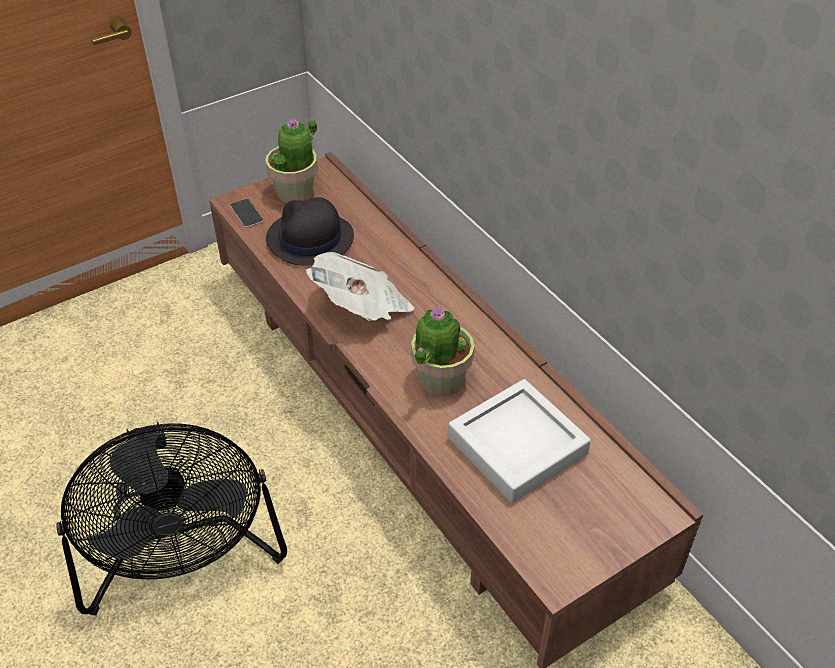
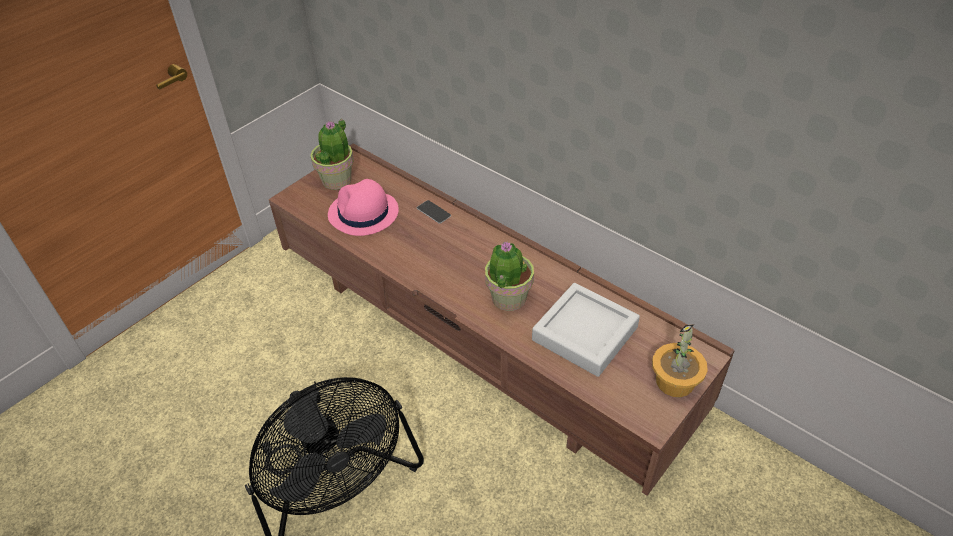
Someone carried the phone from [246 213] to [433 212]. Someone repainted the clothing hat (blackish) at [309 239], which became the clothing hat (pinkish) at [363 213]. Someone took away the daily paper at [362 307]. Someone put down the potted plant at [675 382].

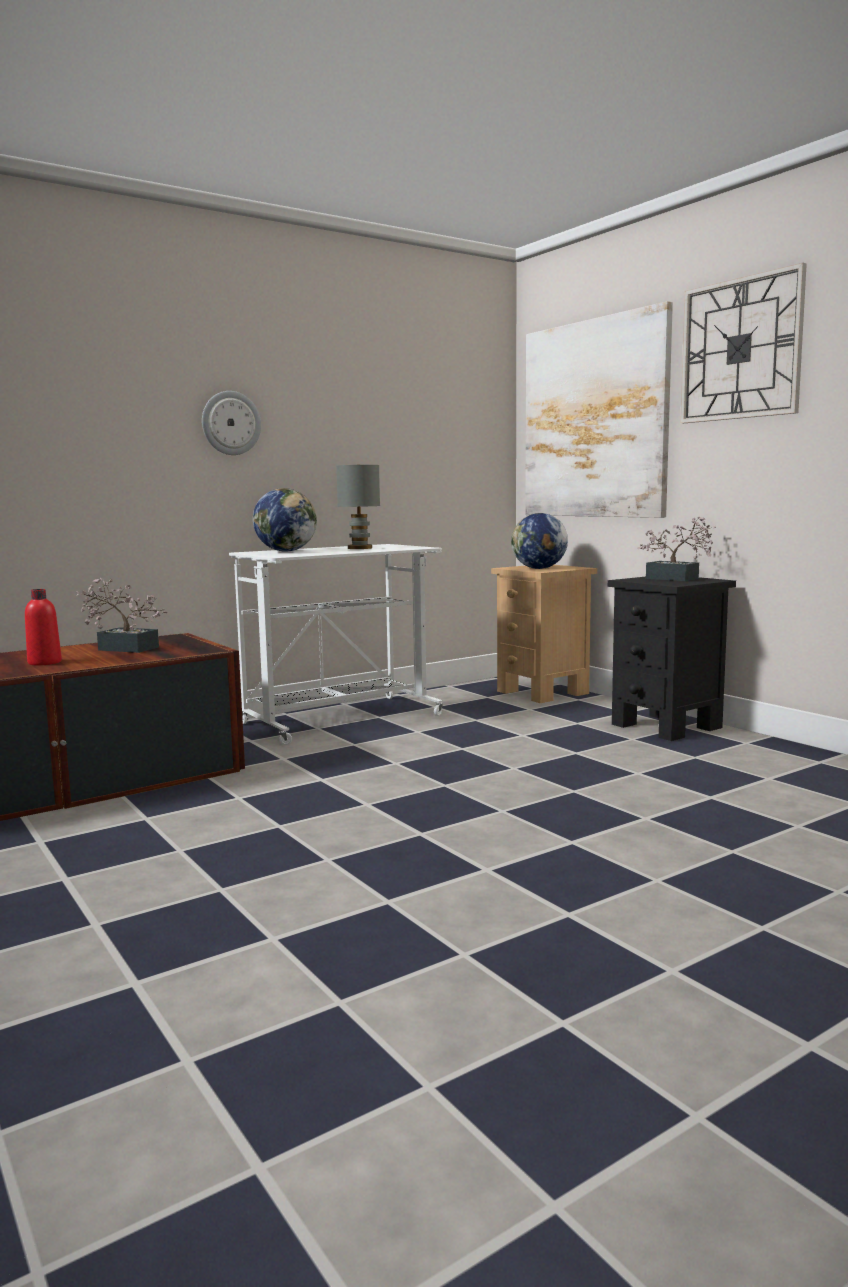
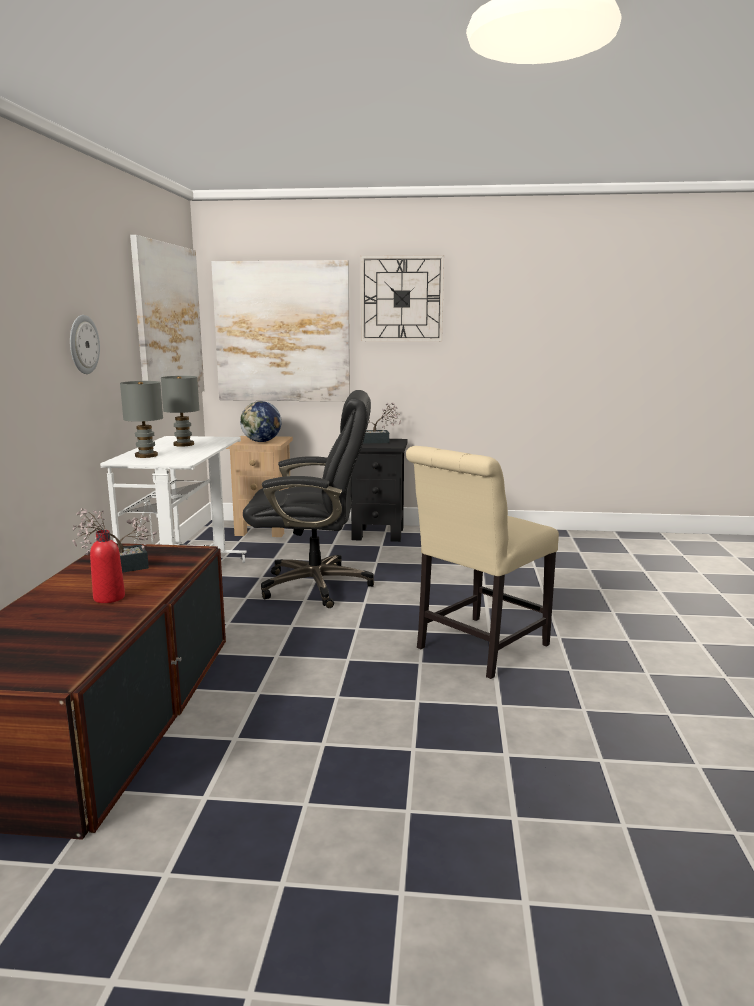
Someone swapped the desk globe at [286 551] for the lamp for a table (grey) at [146 455]. Someone put up the wall picture at [169 323]. Someone put down the computer chair (blackish) at [313 586]. Someone put down the plain chair (sand-coloured) at [476 649].

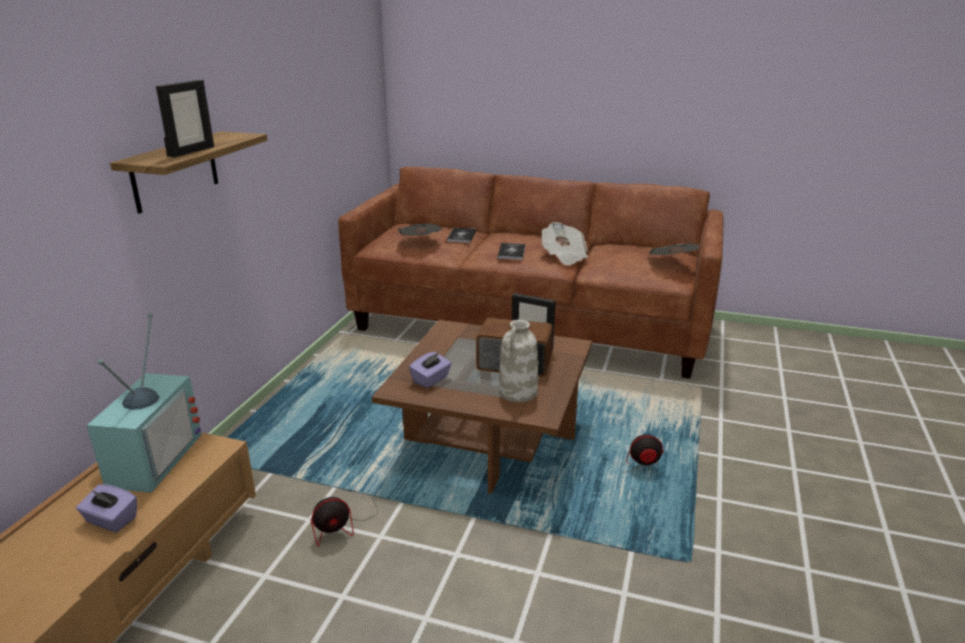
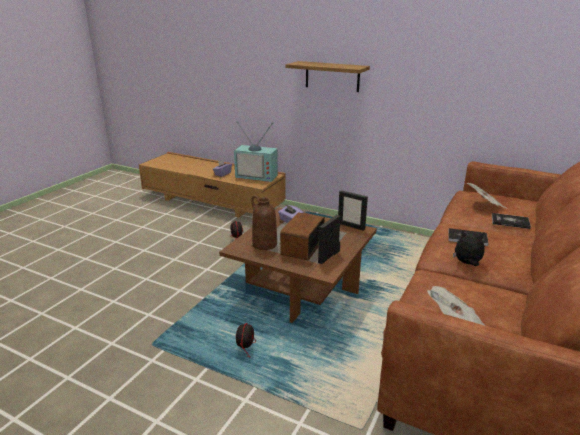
Someone carried the picture frame from [191 151] to [351 226]. Someone repainted the decorative vase (whitish) at [518 393], which became the decorative vase (brownish) at [264 244]. Someone swapped the daily paper at [564 256] for the cuddly toy at [467 263].

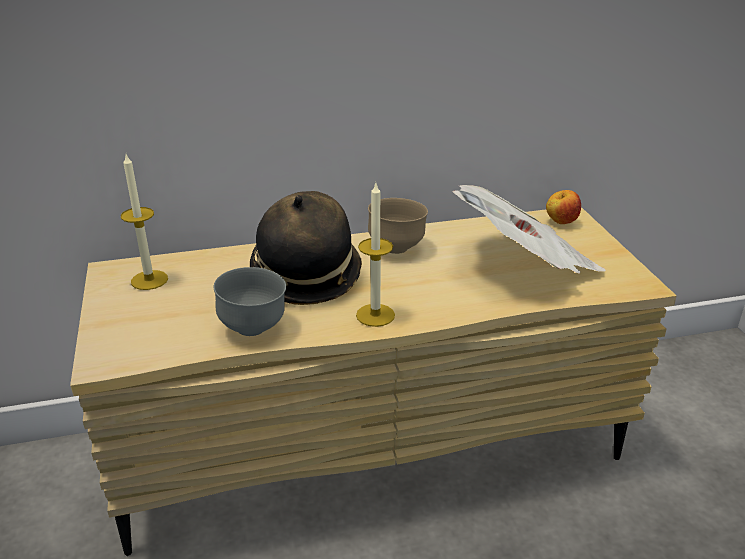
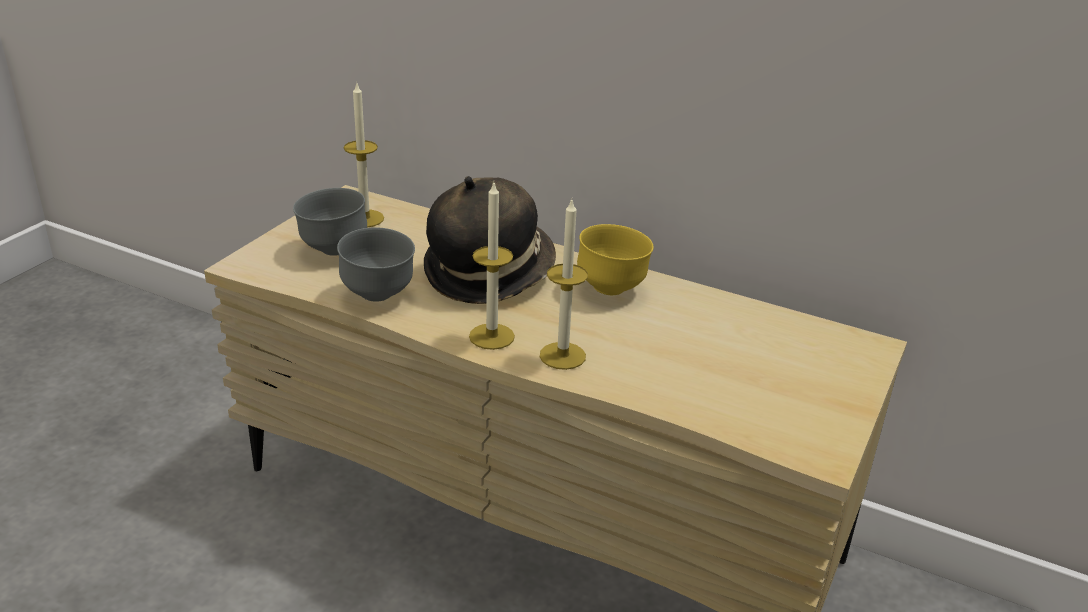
Someone repainted the deep dish (brownish) at [396 248], which became the deep dish (yellow) at [612 289]. Someone took away the daily paper at [525 266]. Someone took away the apple at [561 222]. Someone put down the deep dish (grey) at [333 250]. Someone put down the candle at [562 356].

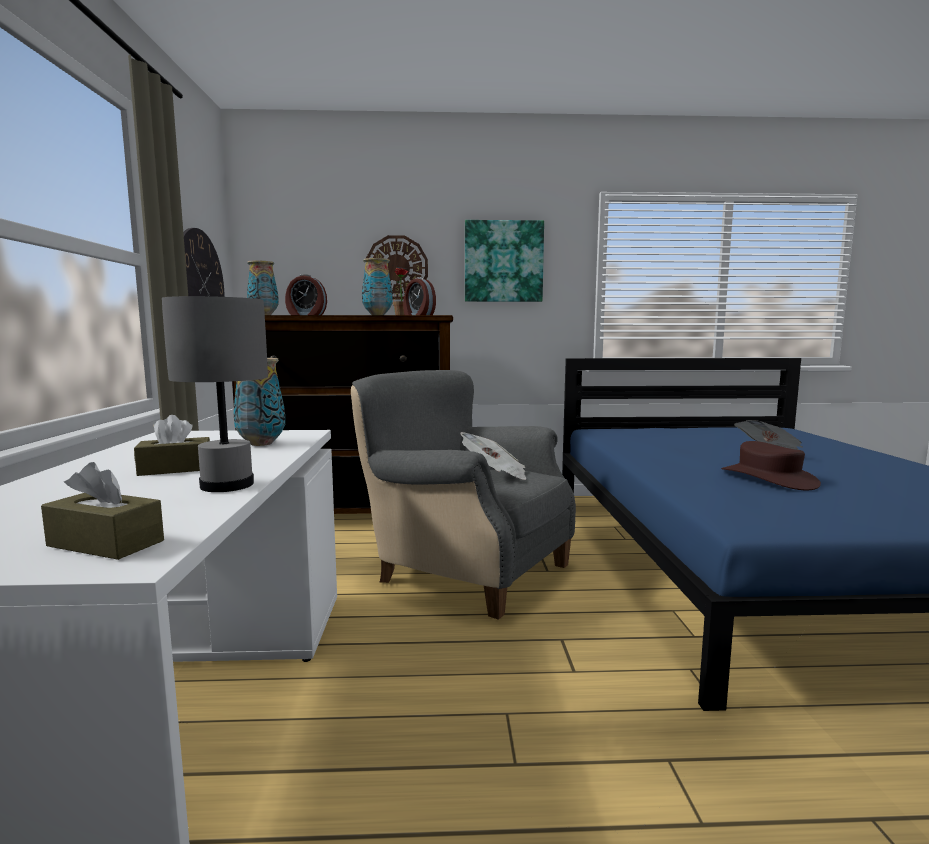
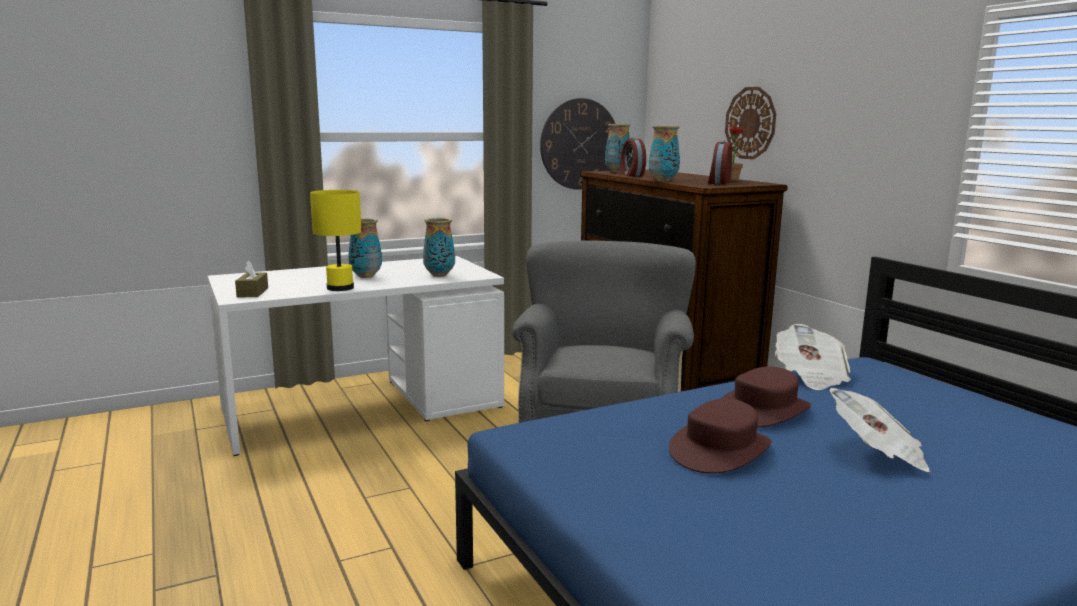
Someone swapped the box of tissues (brownish) at [175 469] for the decorative vase at [365 276]. Someone repainted the lamp for a table (grey) at [228 485], which became the lamp for a table (yellow) at [340 288]. Someone carried the daily paper from [495 474] to [810 376]. Someone took away the wall picture at [503 261]. Someone put down the clothing hat (brownish) at [764 410].

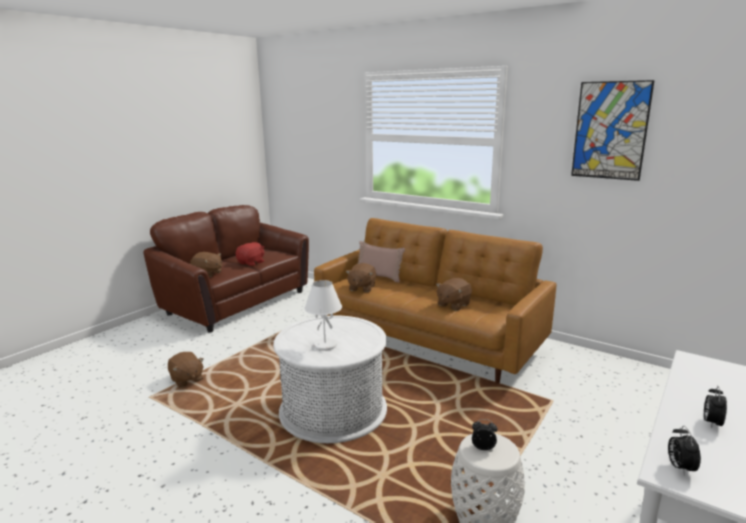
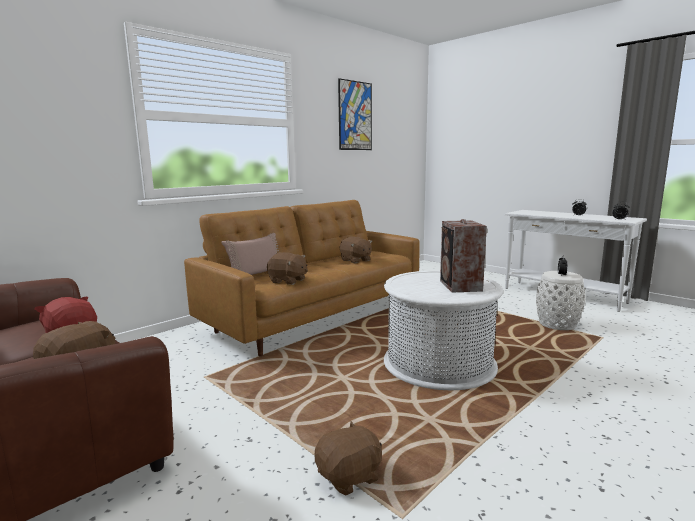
Someone swapped the lamp for a table (whitish) at [324 346] for the audio speaker at [460 286].

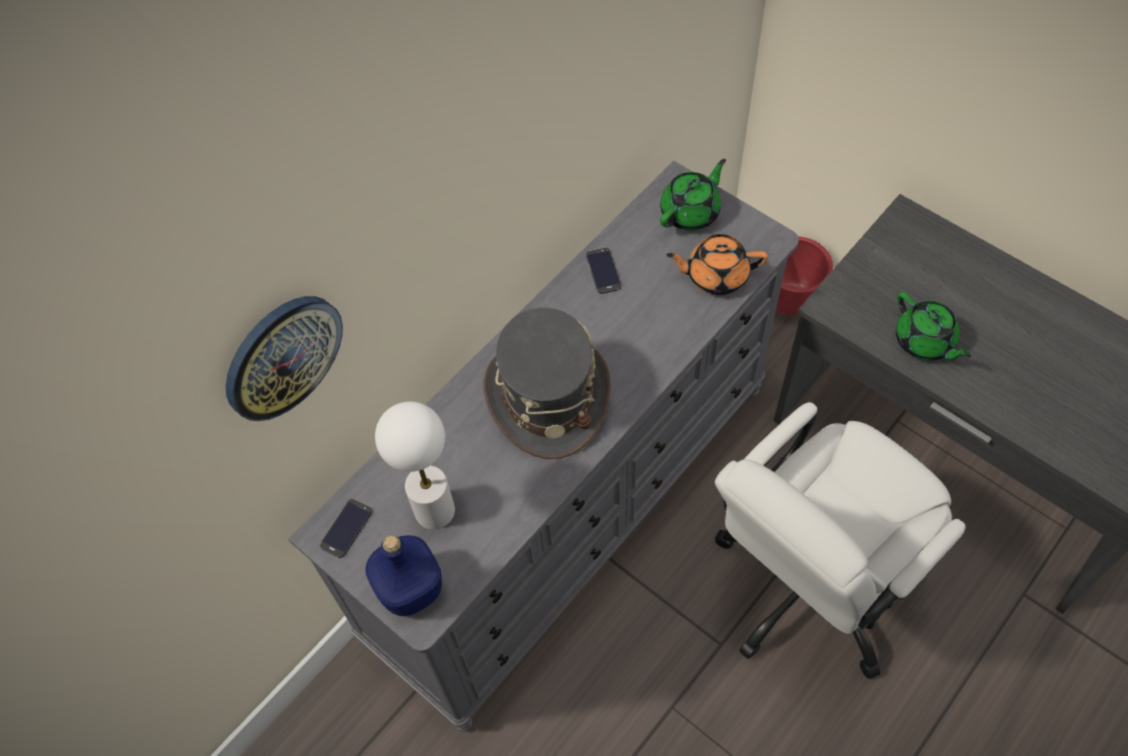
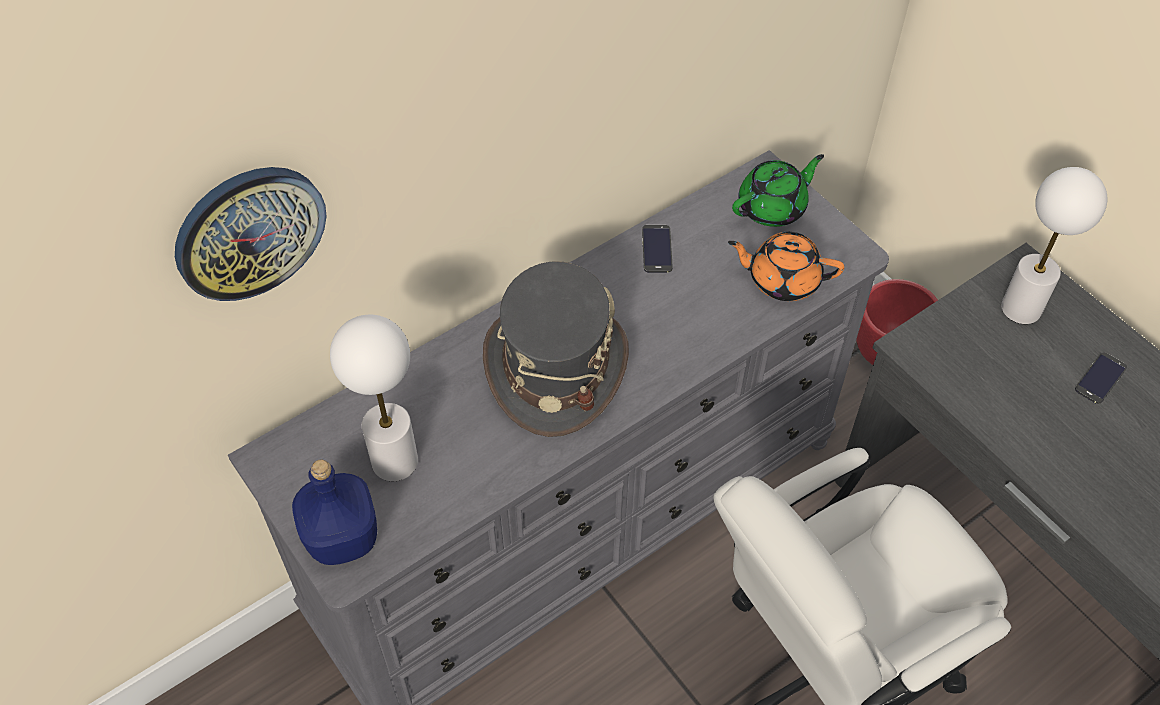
Someone carried the phone from [346 528] to [1100 378]. Someone took away the pot for tea (green) at [924 341]. Someone put down the lamp for a table (whitish) at [1022 308].

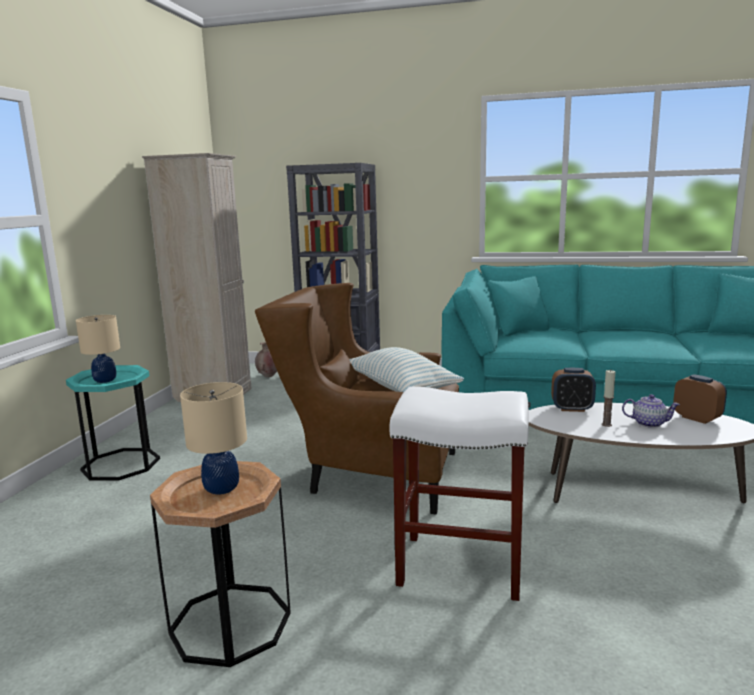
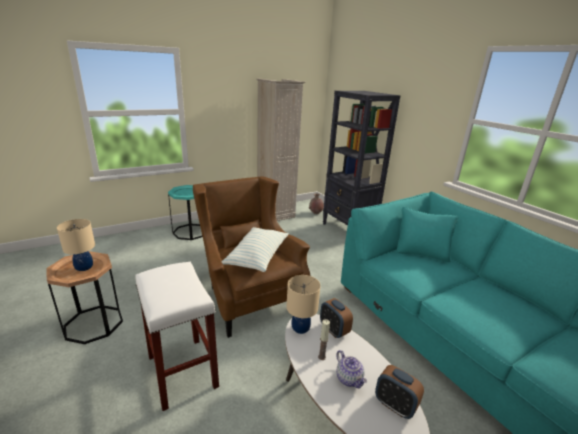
Someone carried the lamp for a table (sand-coloured) from [104 381] to [300 328]. Someone rotated the table clock at [697 418] by 120 degrees clockwise.

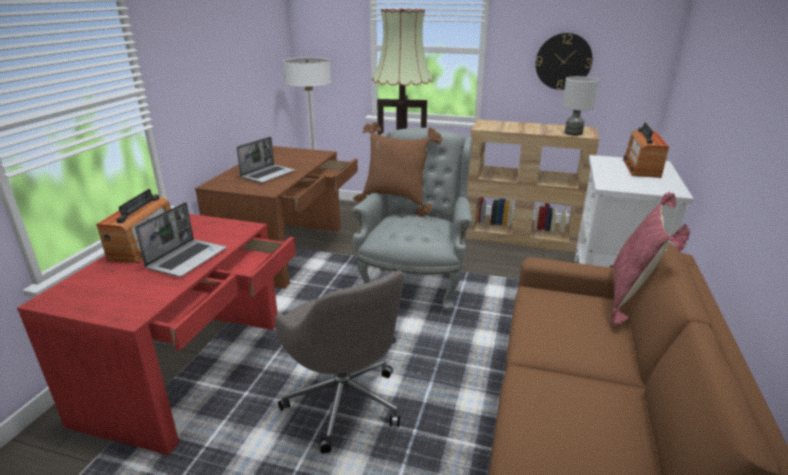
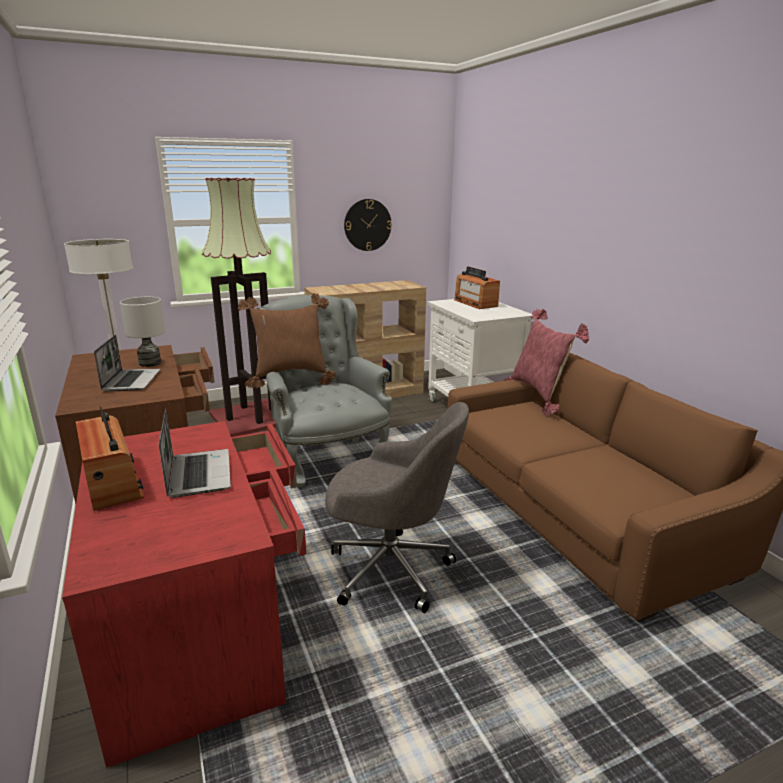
Someone carried the lamp for a table (grey) from [573 133] to [150 363].

